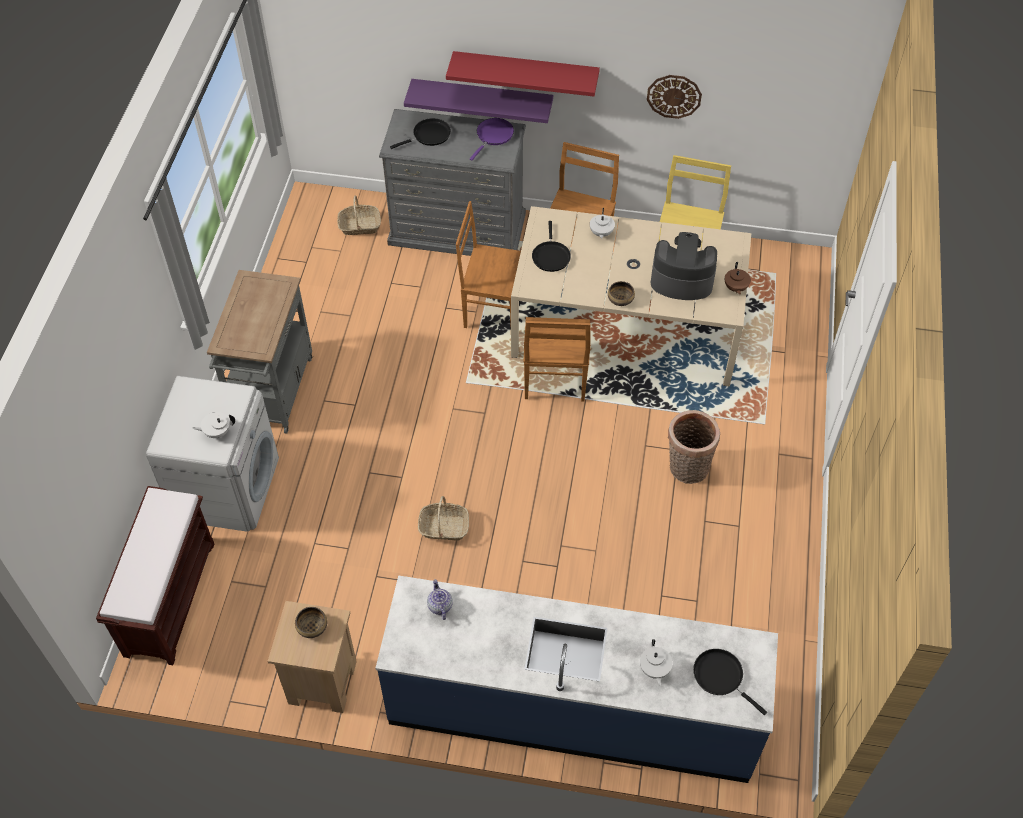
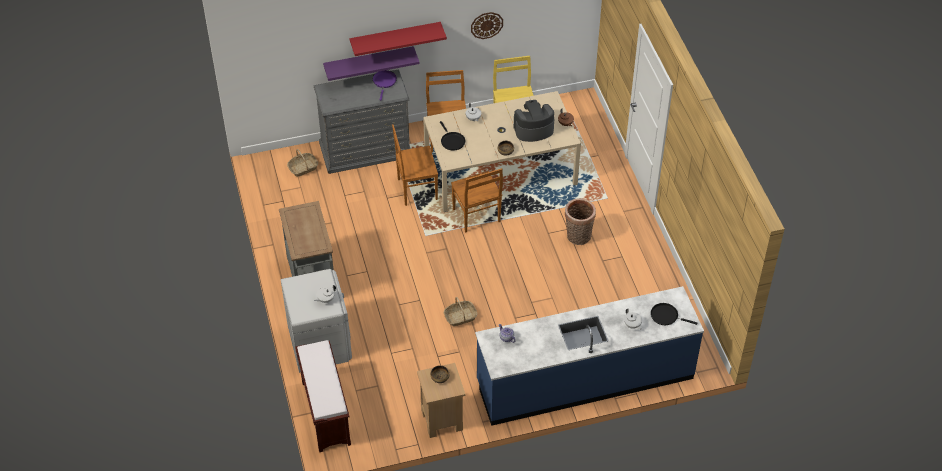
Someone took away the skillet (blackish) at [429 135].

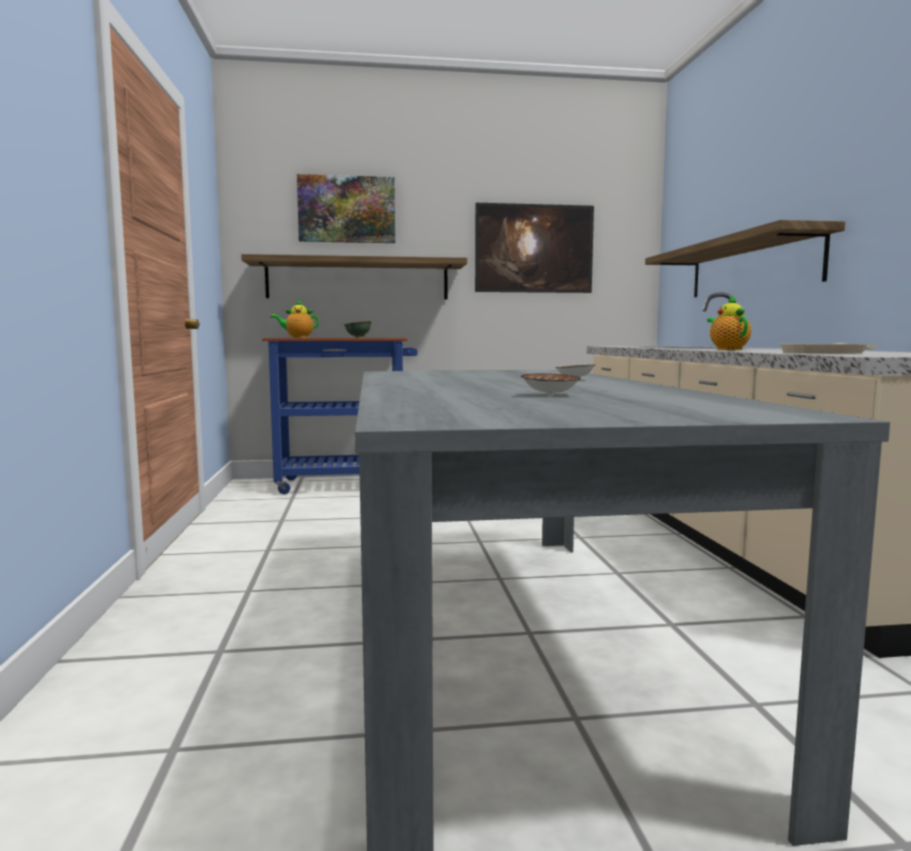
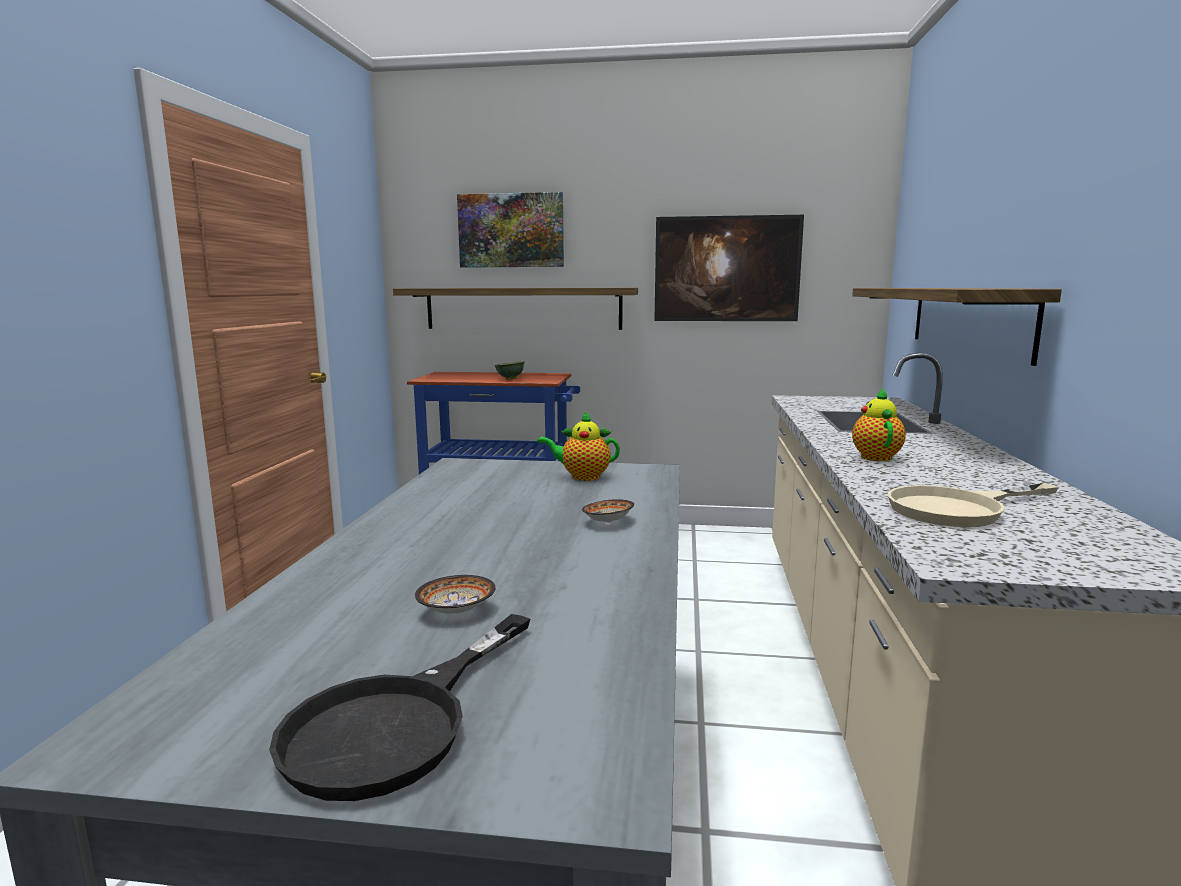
Someone carried the pot for tea from [297 337] to [582 477]. Someone put down the skillet (blackish) at [398 722].

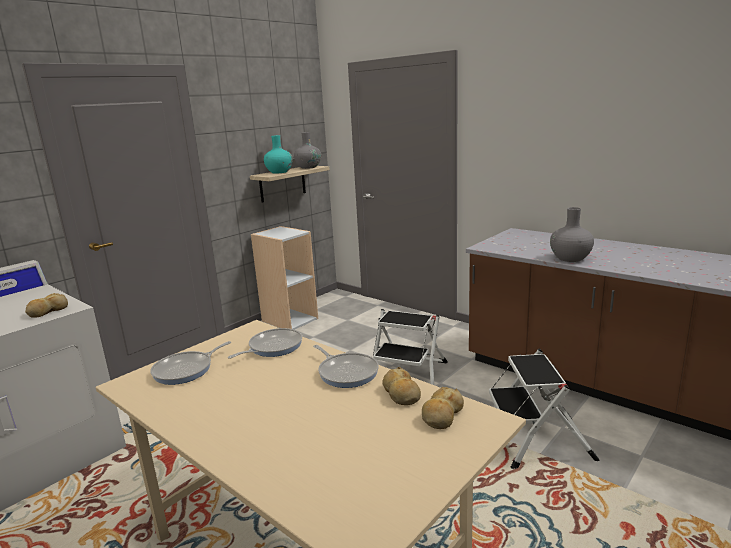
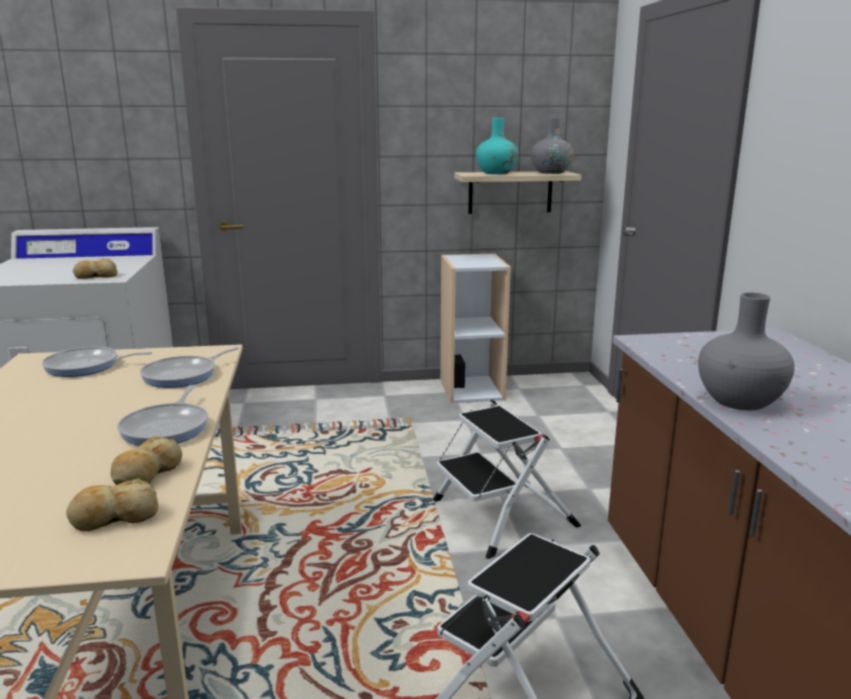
Someone rotated the skillet at [272 347] by 135 degrees clockwise.

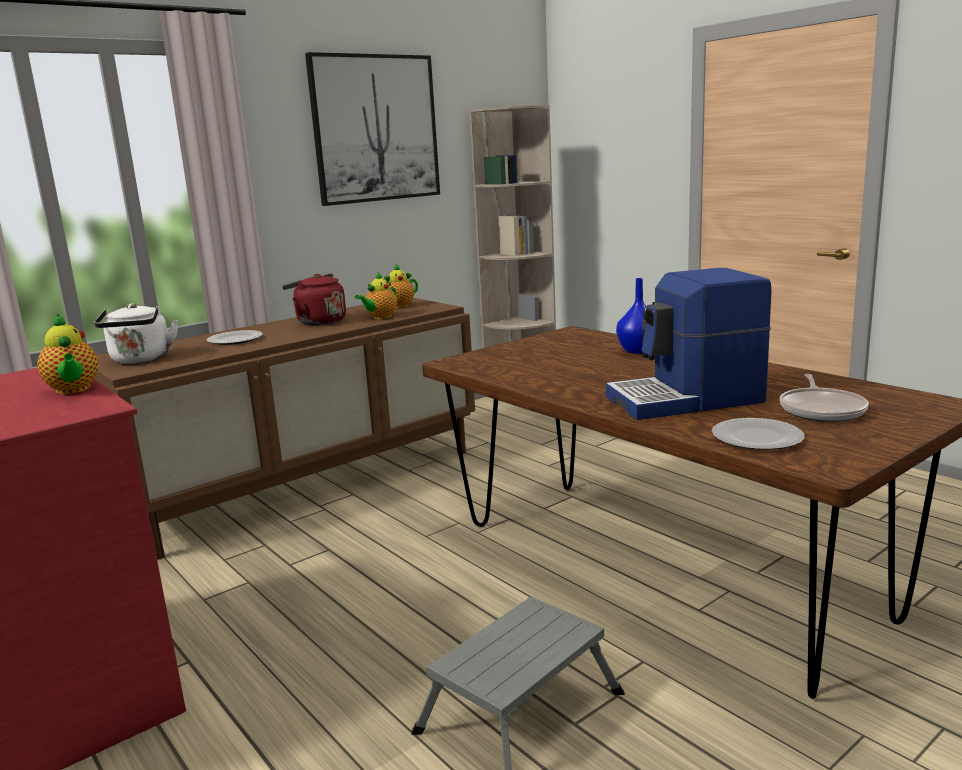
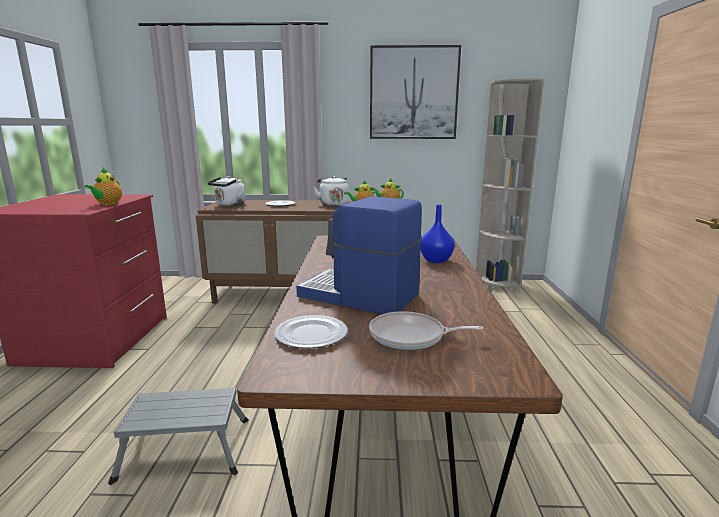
Someone repainted the water kettle (red-coloured) at [318 322], which became the water kettle (whitish) at [333 204]. Someone rotated the skillet at [821 409] by 45 degrees clockwise.

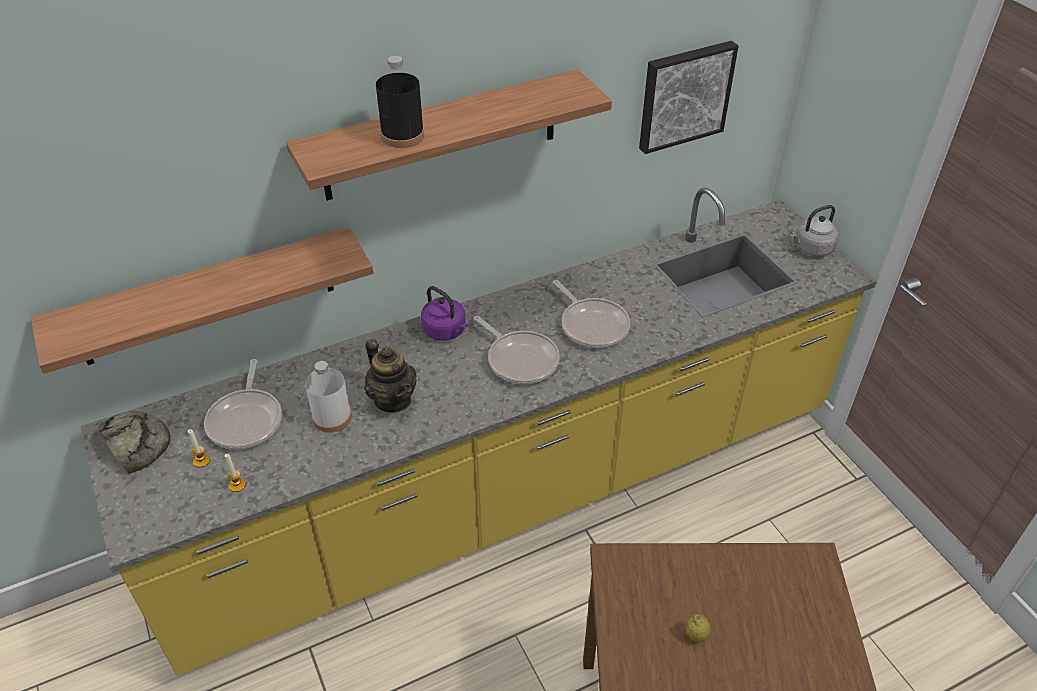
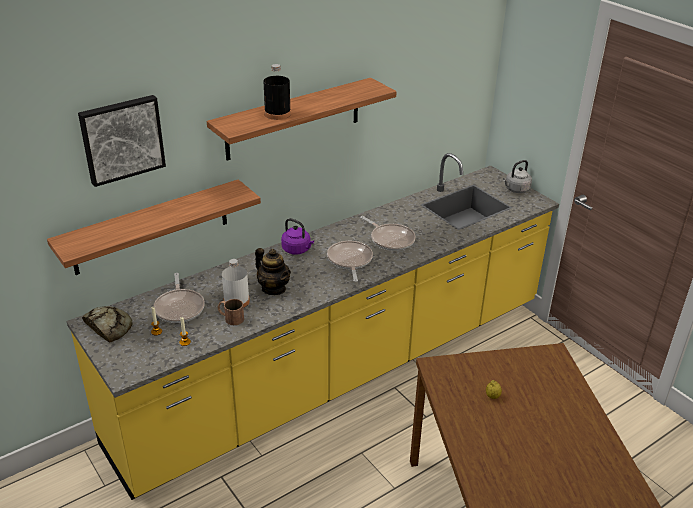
Someone rotated the skillet at [520 359] by 135 degrees counterclockwise. Someone carried the wall picture from [684 95] to [122 139]. Someone put down the tea mug (brownish) at [230 317].

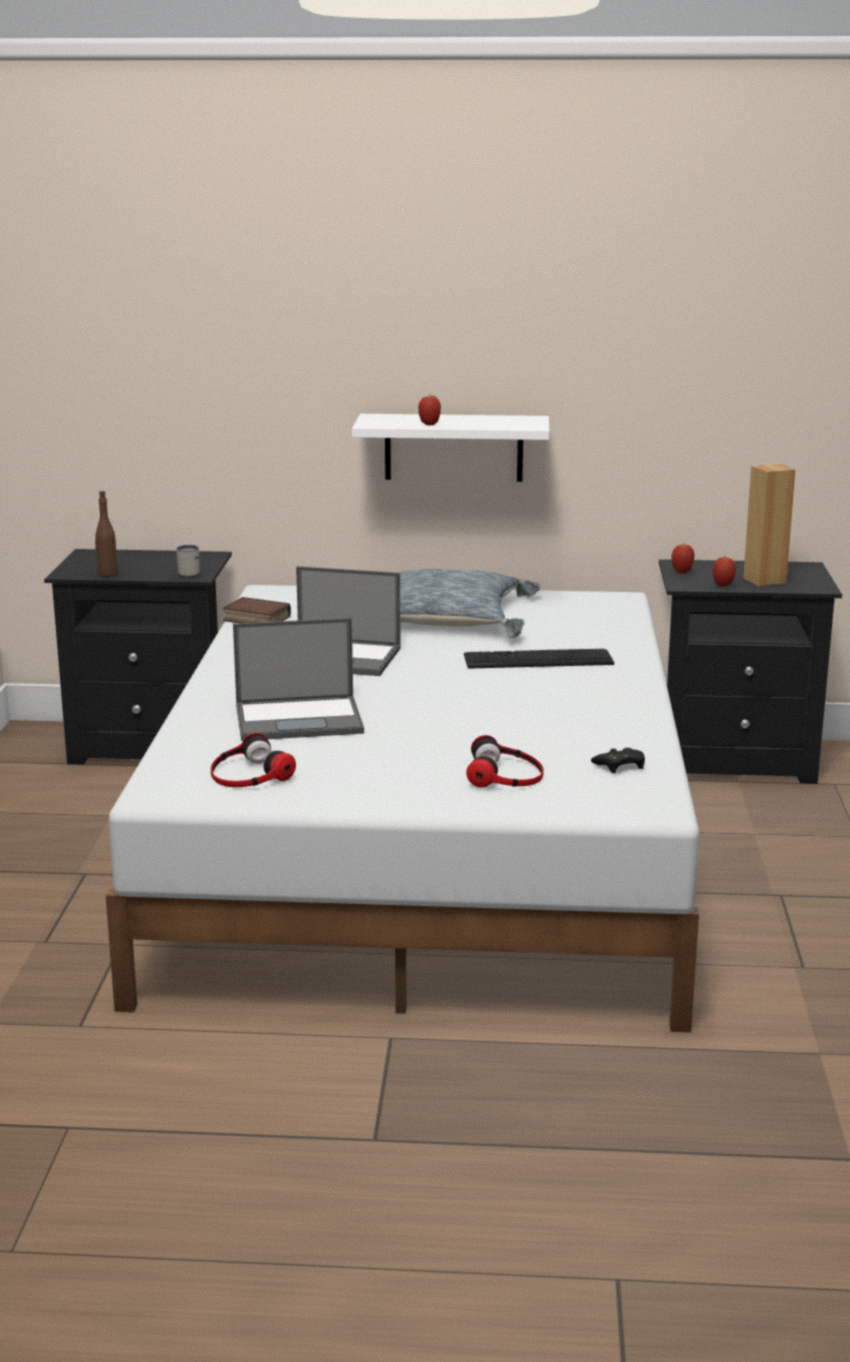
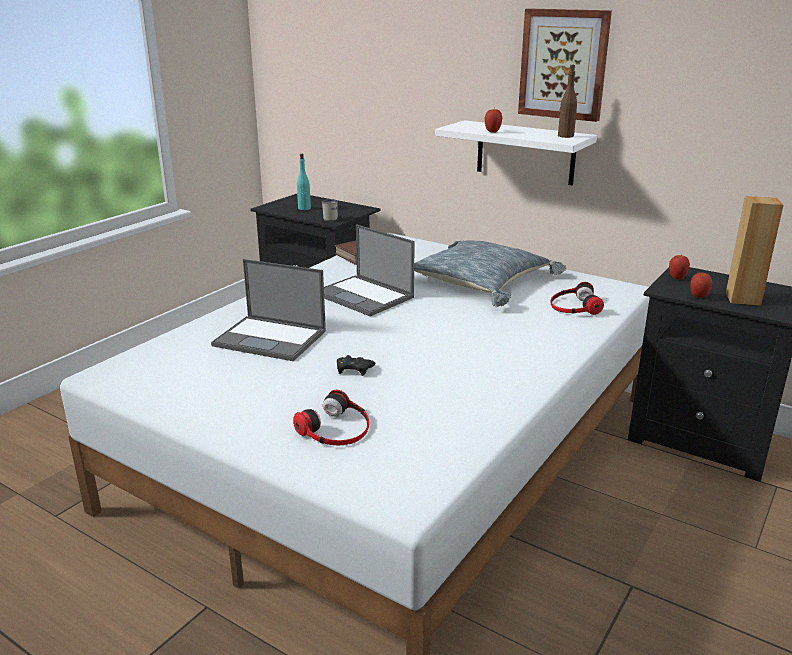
Someone carried the bottle (brownish) from [107 574] to [565 136]. Someone carried the headphones from [248 774] to [574 306]. Someone took away the keyboard at [538 659]. Someone carried the joypad (blackish) from [620 765] to [354 369]. Someone put down the bottle (turquoise) at [304 208]. Someone put up the wall picture at [564 64].

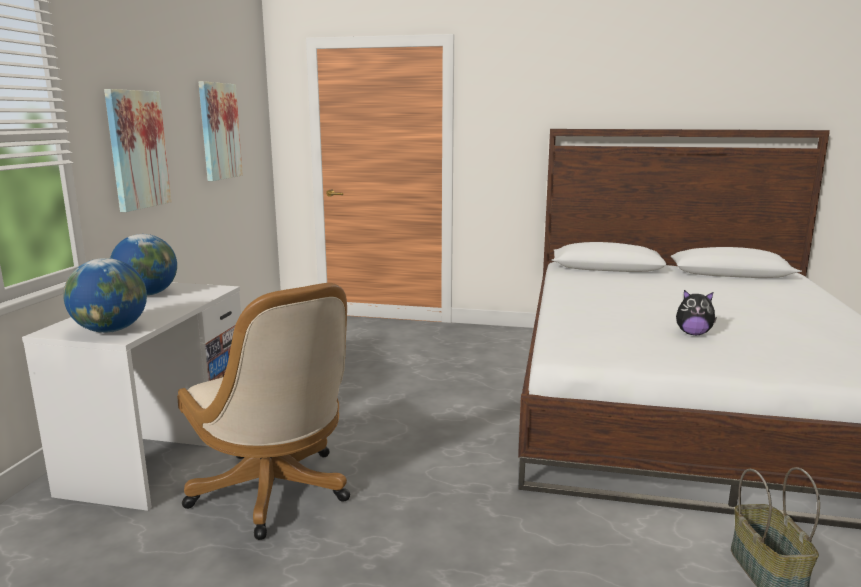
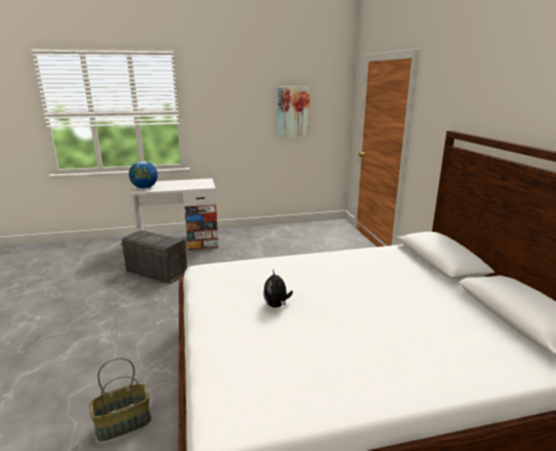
Someone took away the wall picture at [137 150]. Someone took away the desk globe at [147 294]. Someone swapped the computer chair at [277 495] for the storage container (grey) at [156 272].

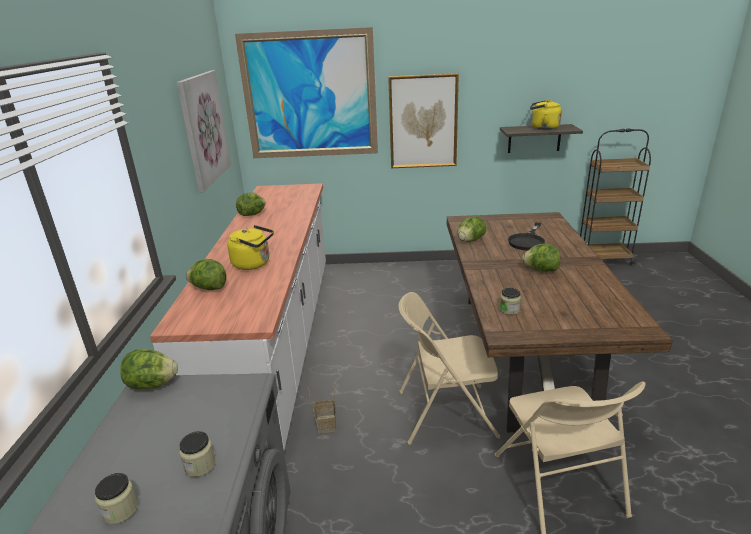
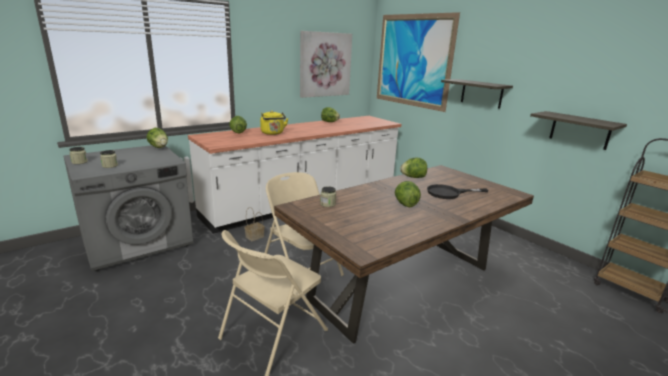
Someone swapped the wall picture at [423 122] for the bracket shelf at [481 93]. Someone took away the water kettle (yellow) at [543 128].

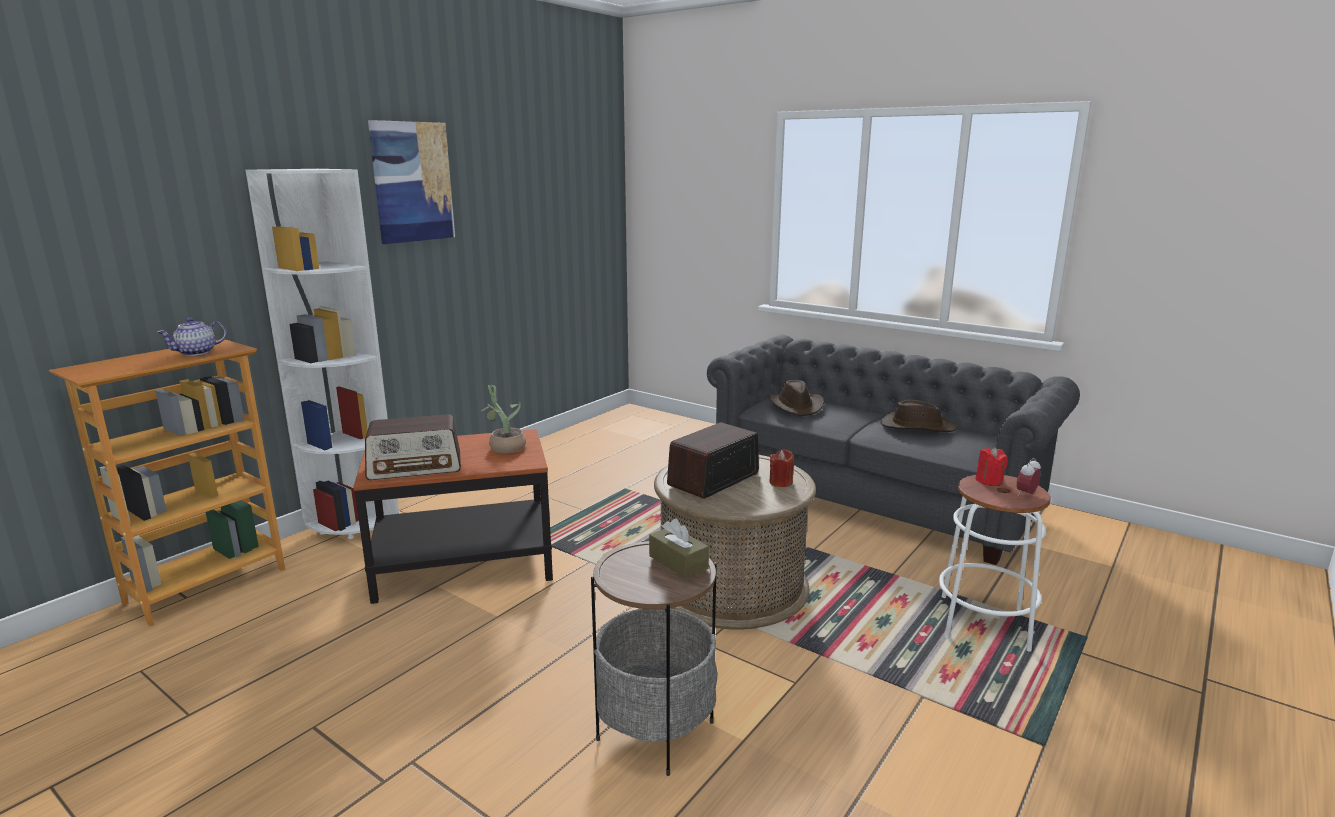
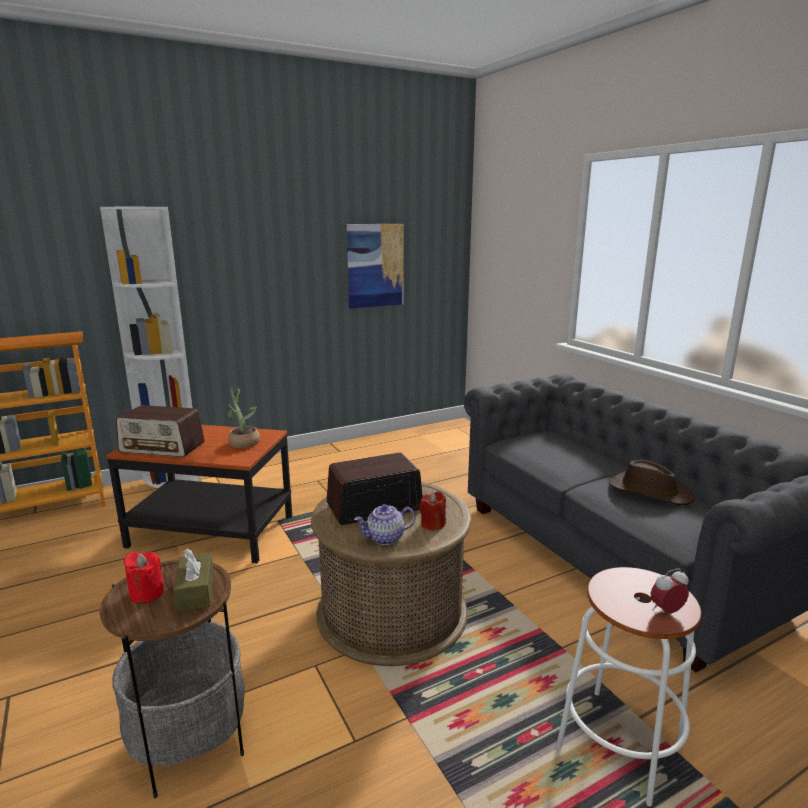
Someone carried the pot for tea from [196 353] to [385 538]. Someone carried the wall picture from [412 182] to [375 265]. Someone took away the clothing hat (brownish) at [796 406]. Someone carried the candle (red-coloured) from [989 481] to [146 593].

